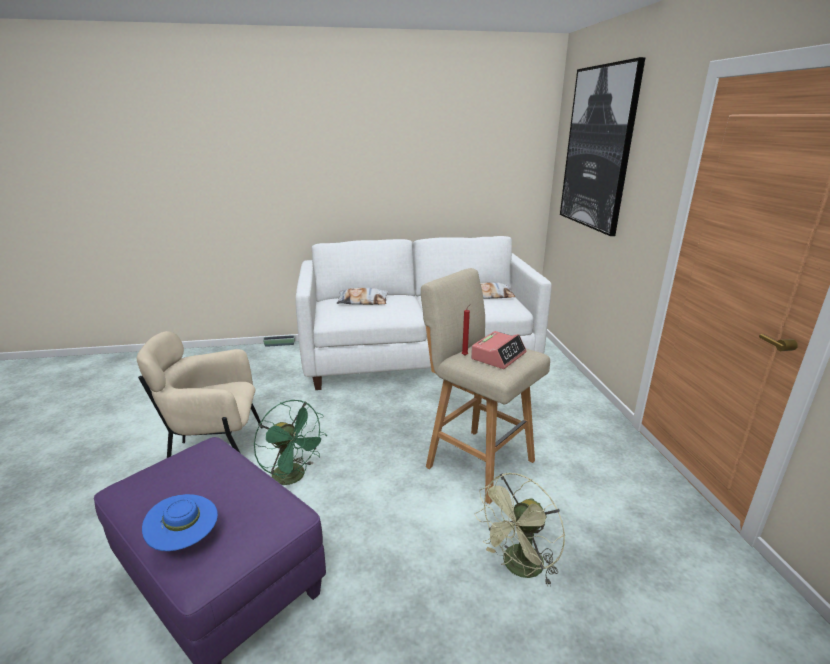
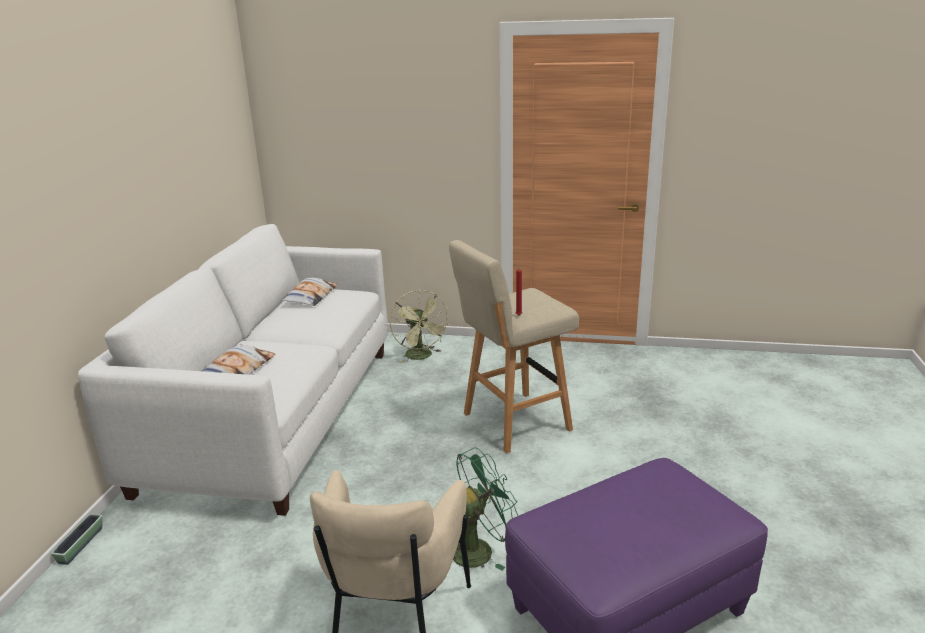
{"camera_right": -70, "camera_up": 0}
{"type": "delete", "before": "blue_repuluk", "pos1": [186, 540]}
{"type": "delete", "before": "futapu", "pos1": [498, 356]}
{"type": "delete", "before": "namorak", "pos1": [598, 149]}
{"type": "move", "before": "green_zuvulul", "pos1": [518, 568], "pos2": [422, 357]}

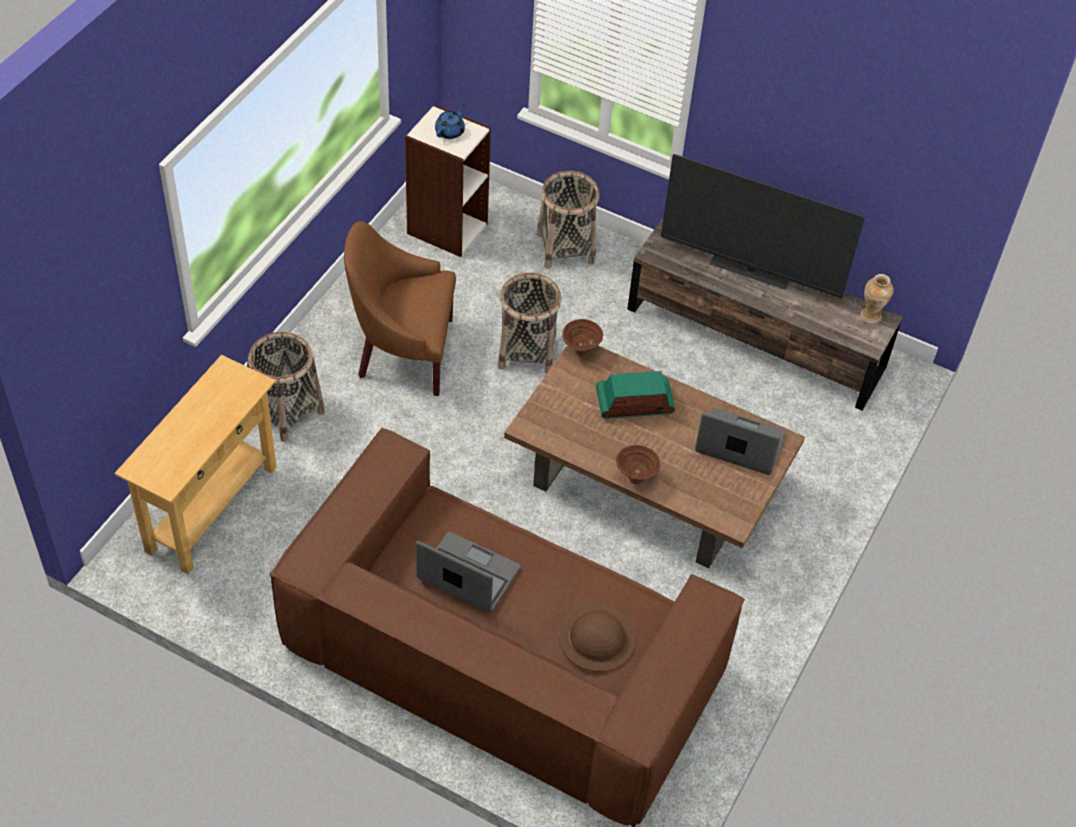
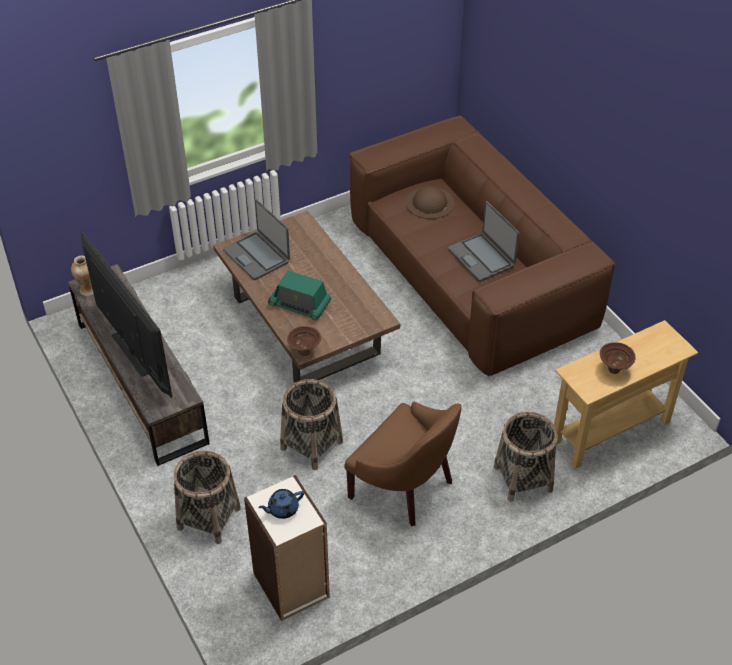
{"camera_right": -145, "camera_up": -5}
{"type": "move", "before": "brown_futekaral", "pos1": [634, 478], "pos2": [614, 370]}

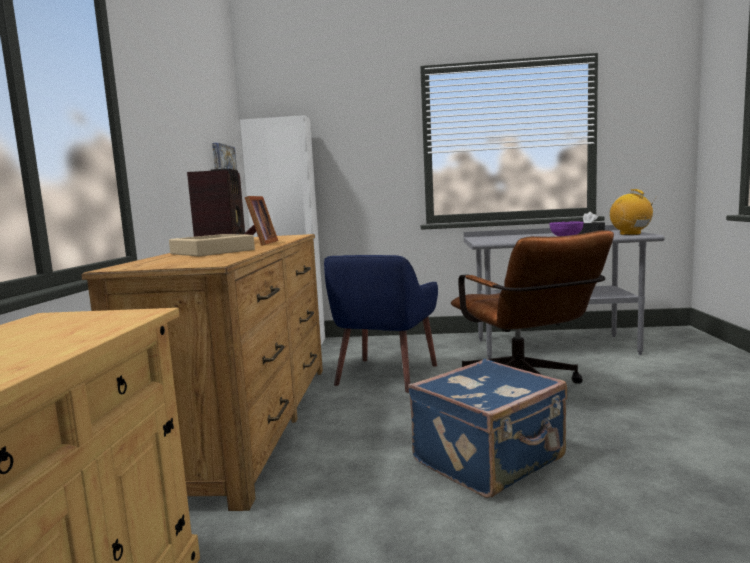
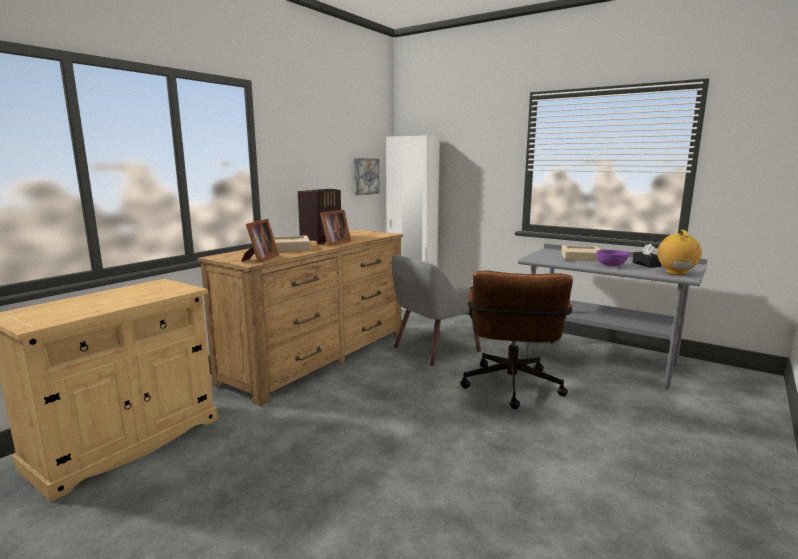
{"camera_right": 30, "camera_up": 5}
{"type": "delete", "before": "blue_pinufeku", "pos1": [490, 460]}
{"type": "insert", "after": "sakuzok", "pos2": [260, 259]}
{"type": "insert", "after": "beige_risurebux", "pos2": [581, 257]}
{"type": "recolor", "before": "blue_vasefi", "after": "grey_vasefi", "pos1": [385, 375], "pos2": [435, 349]}

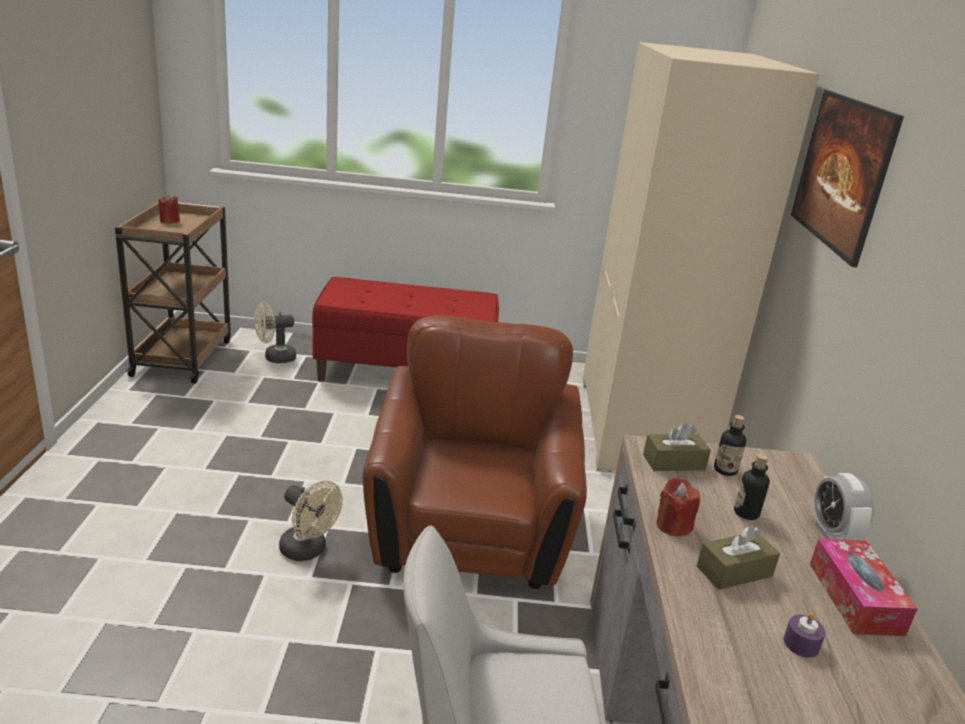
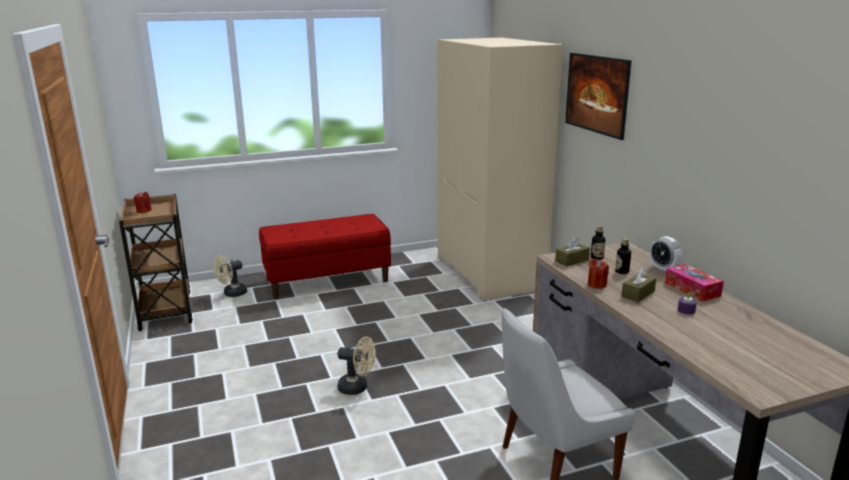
{"camera_right": -20, "camera_up": -5}
{"type": "delete", "before": "brown_vasefi", "pos1": [470, 530]}

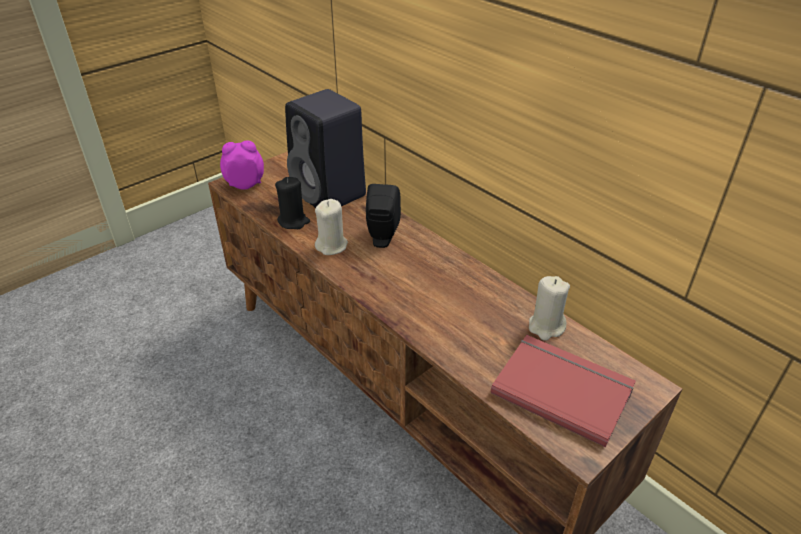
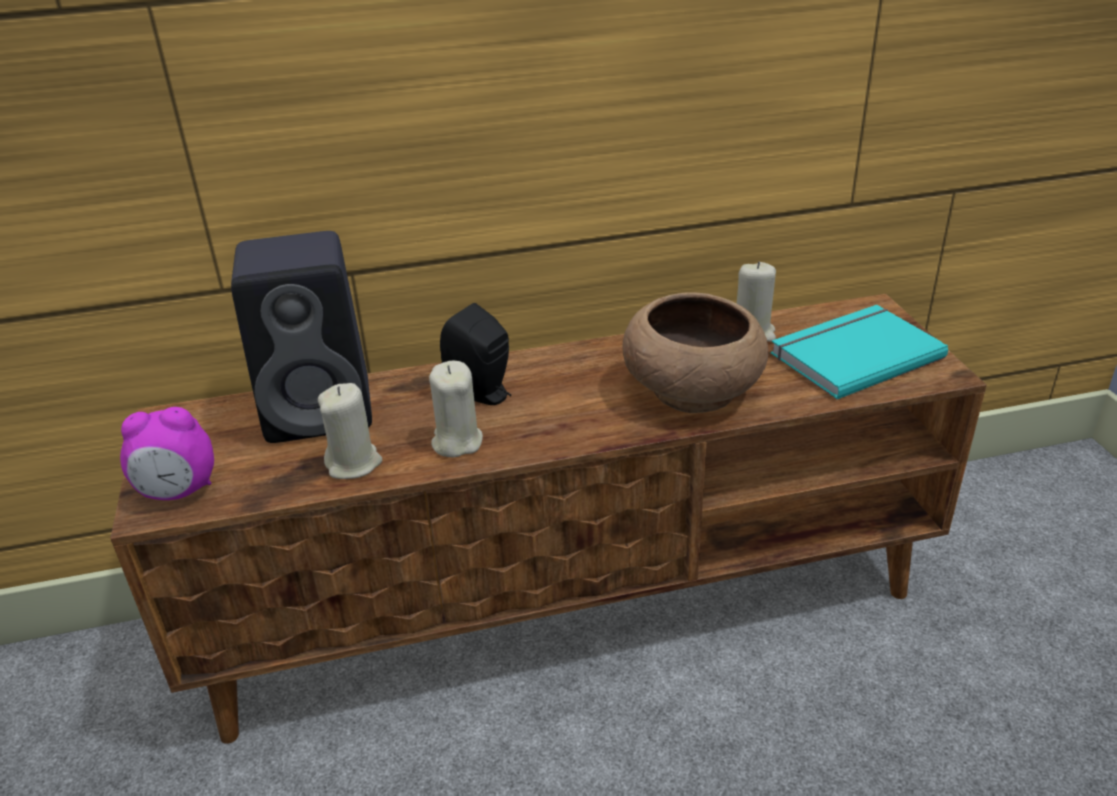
{"camera_right": -60, "camera_up": -5}
{"type": "insert", "after": "brown_futekaral", "pos2": [693, 390]}
{"type": "recolor", "before": "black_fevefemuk", "after": "beige_fevefemuk", "pos1": [293, 221], "pos2": [354, 463]}
{"type": "recolor", "before": "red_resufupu", "after": "turquoise_resufupu", "pos1": [562, 388], "pos2": [852, 354]}
{"type": "rotate", "before": "futapu", "pos1": [245, 184], "pos2": [179, 492], "turn": -120}

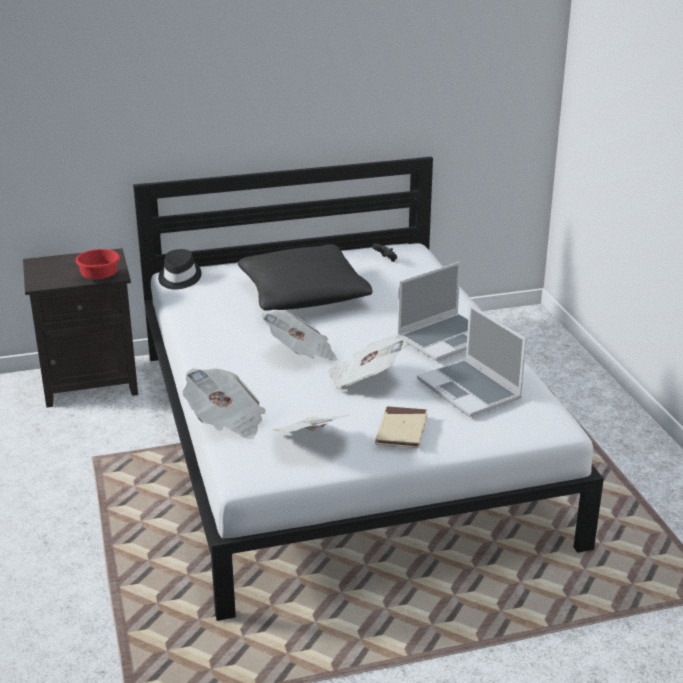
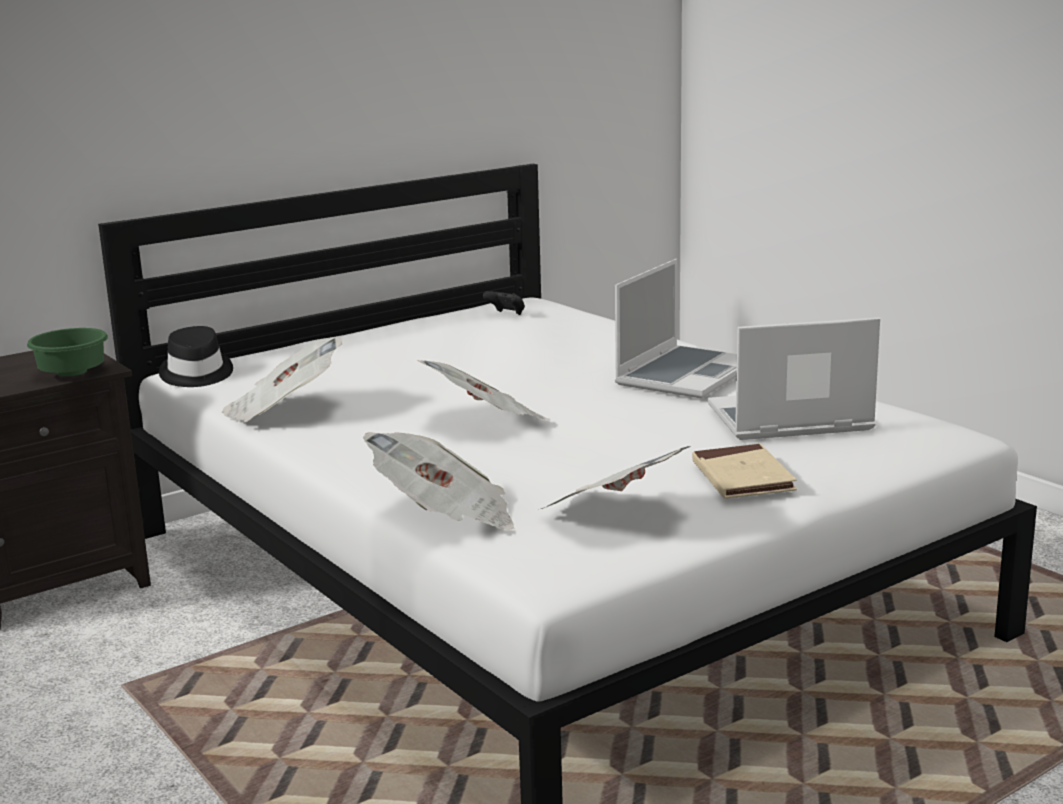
{"camera_right": -20, "camera_up": -10}
{"type": "delete", "before": "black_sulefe", "pos1": [303, 296]}
{"type": "move", "before": "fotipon", "pos1": [364, 379], "pos2": [283, 411]}
{"type": "recolor", "before": "red_futekaral", "after": "green_futekaral", "pos1": [99, 276], "pos2": [72, 373]}
{"type": "rotate", "before": "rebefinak", "pos1": [470, 390], "pos2": [787, 420], "turn": 135}

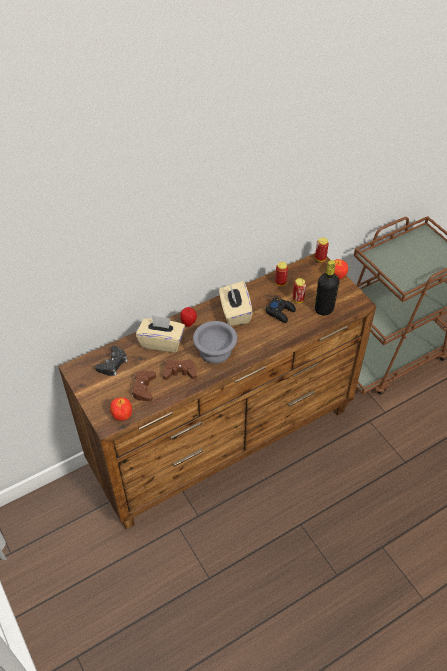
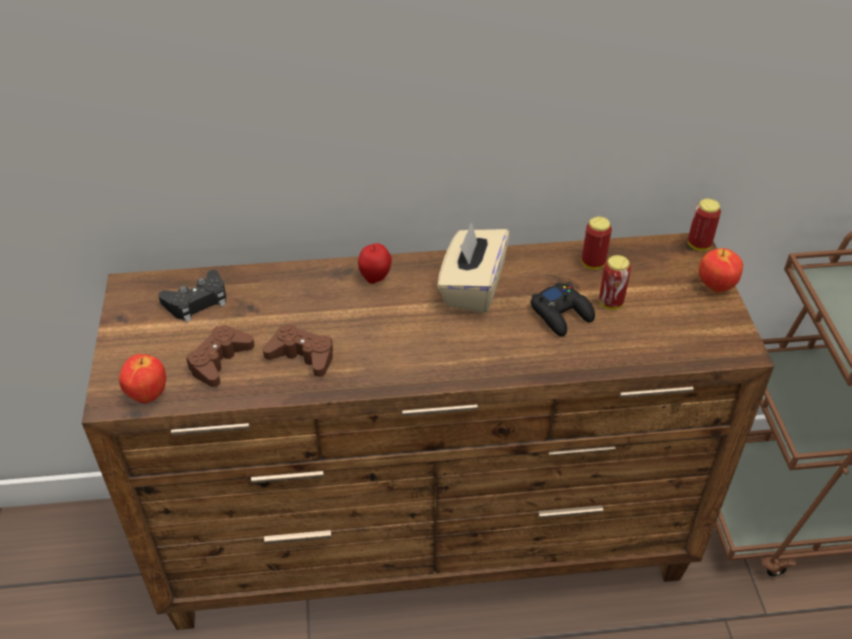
{"camera_right": 25, "camera_up": -5}
{"type": "delete", "before": "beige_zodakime", "pos1": [162, 342]}
{"type": "delete", "before": "grey_futekaral", "pos1": [214, 352]}
{"type": "delete", "before": "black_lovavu", "pos1": [324, 309]}

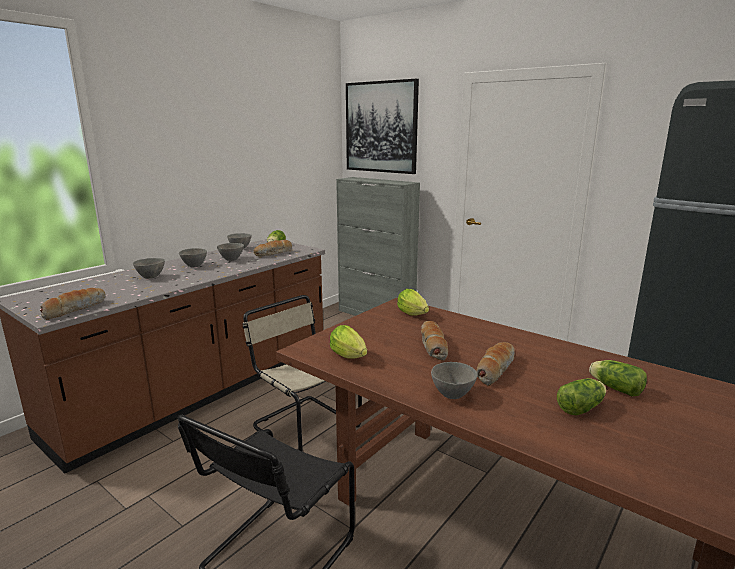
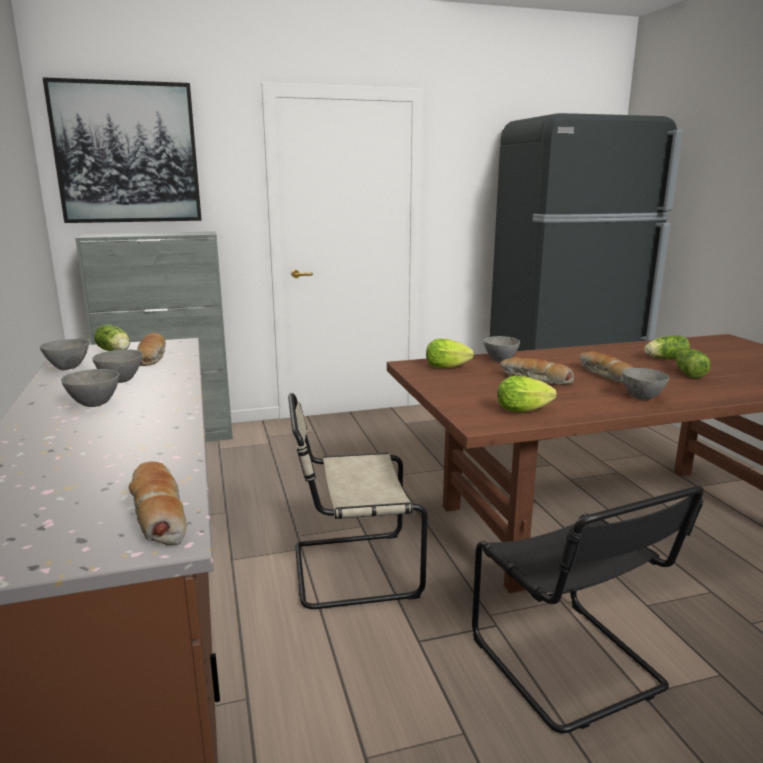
{"camera_right": -55, "camera_up": 0}
{"type": "move", "before": "grey_futekaral", "pos1": [151, 277], "pos2": [500, 360]}

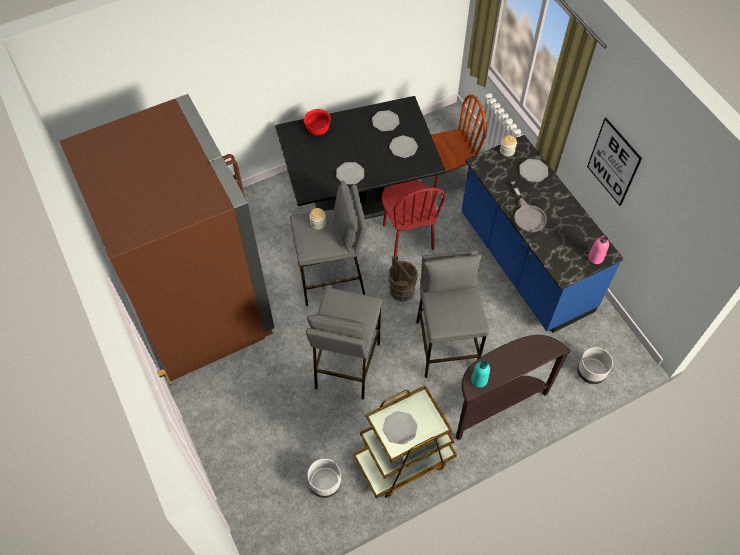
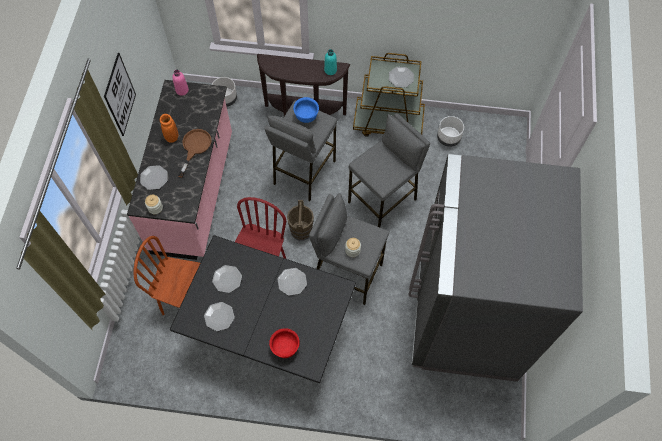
{"camera_right": -145, "camera_up": 5}
{"type": "insert", "after": "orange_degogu", "pos2": [172, 137]}
{"type": "insert", "after": "blue_futekaral", "pos2": [306, 117]}
{"type": "recolor", "before": "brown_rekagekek", "after": "grey_rekagekek", "pos1": [200, 307], "pos2": [466, 316]}
{"type": "recolor", "before": "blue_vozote", "after": "pink_vozote", "pos1": [524, 264], "pos2": [195, 193]}
{"type": "recolor", "before": "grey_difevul", "after": "brown_difevul", "pos1": [527, 214], "pos2": [195, 147]}

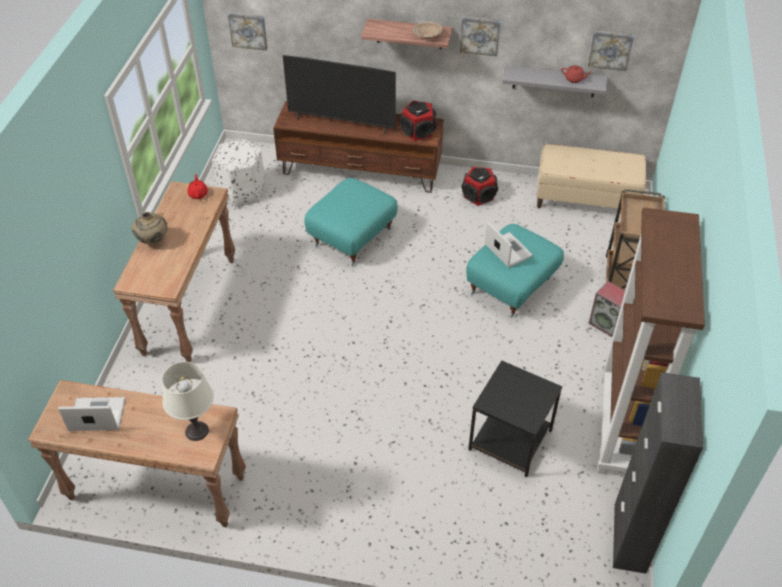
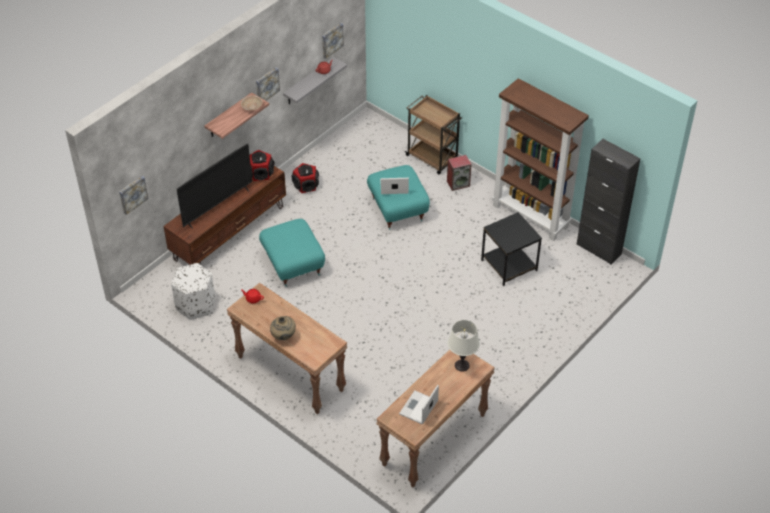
{"camera_right": -60, "camera_up": 0}
{"type": "delete", "before": "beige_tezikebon", "pos1": [586, 200]}

